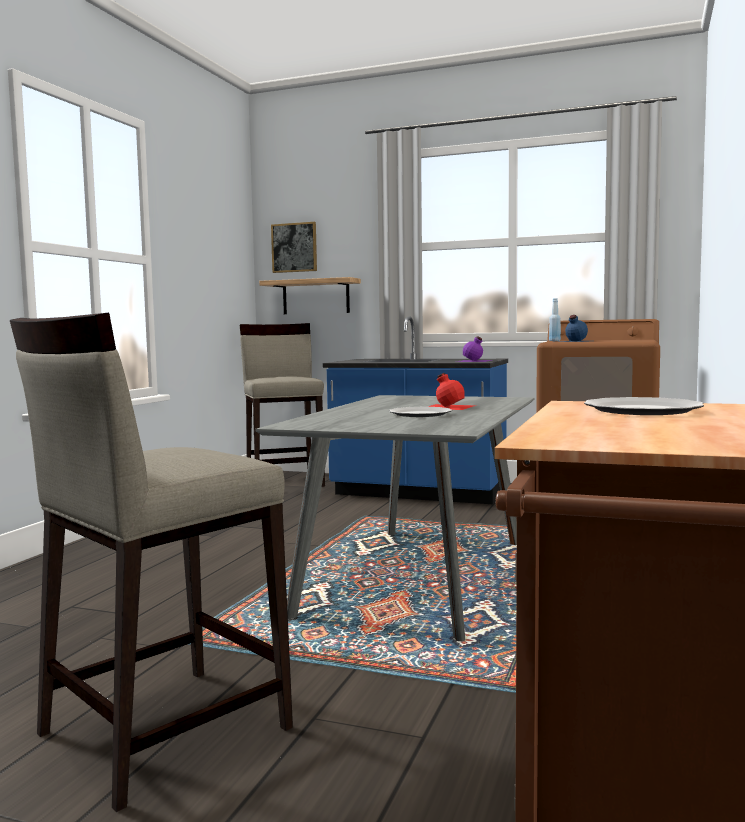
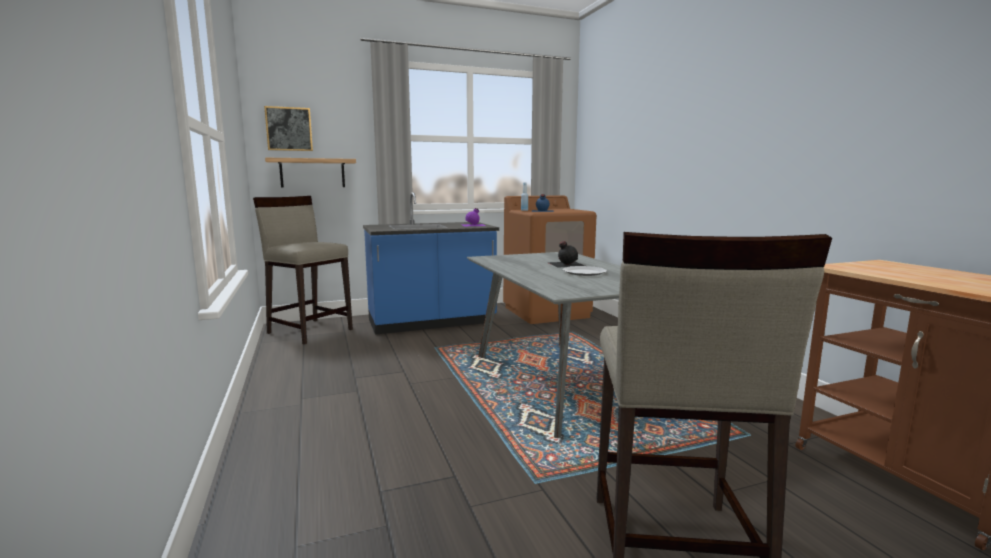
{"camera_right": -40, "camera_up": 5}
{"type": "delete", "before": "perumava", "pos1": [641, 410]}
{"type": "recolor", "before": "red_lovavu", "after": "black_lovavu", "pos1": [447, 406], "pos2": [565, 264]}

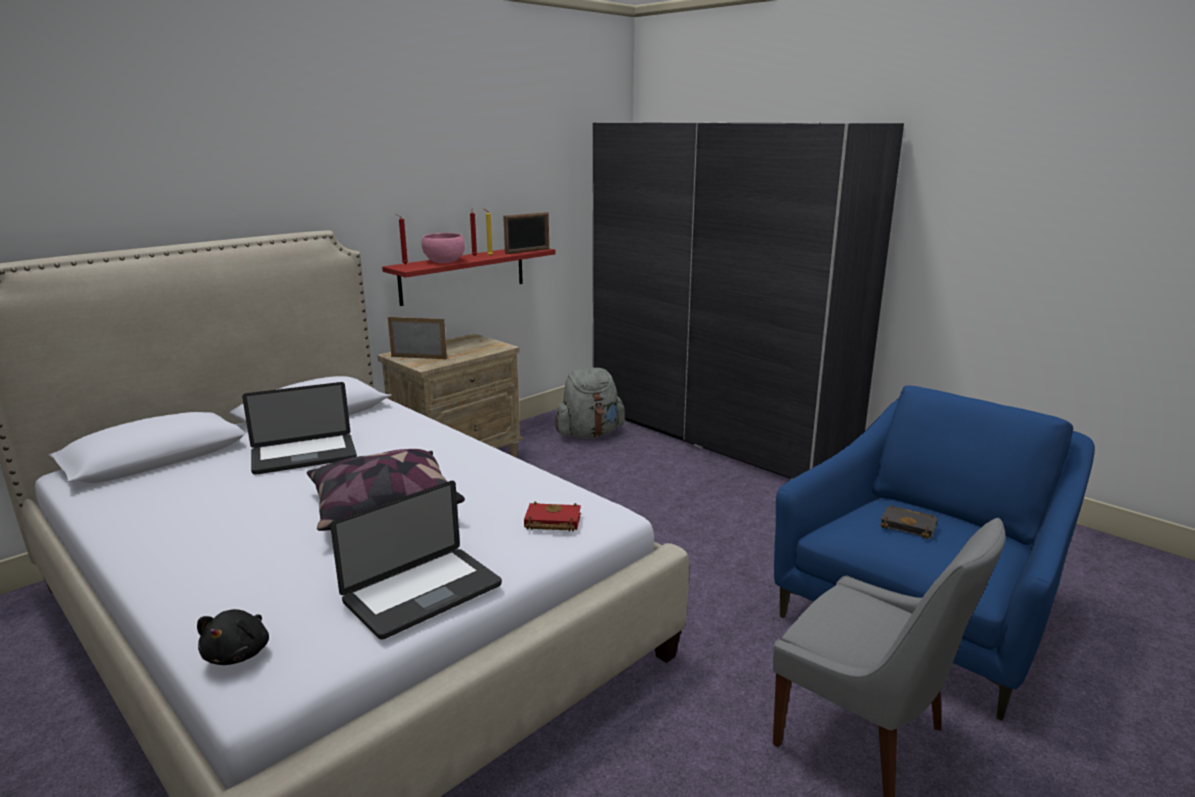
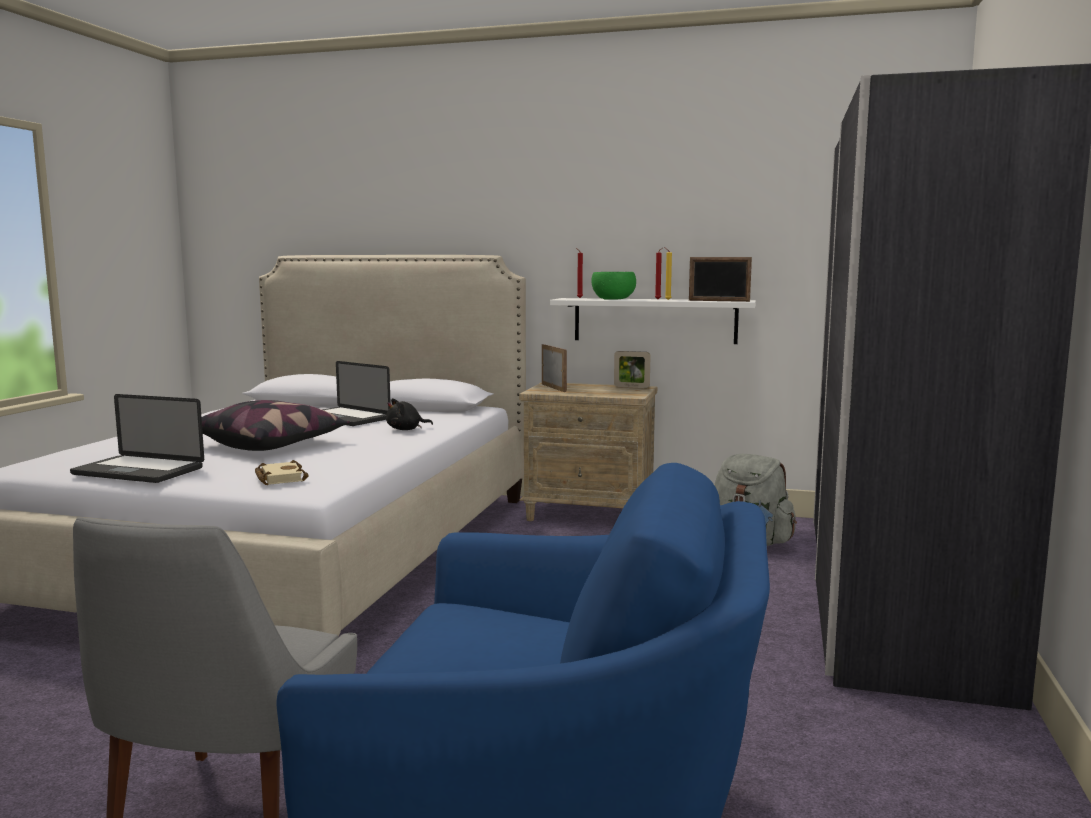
{"camera_right": 60, "camera_up": -10}
{"type": "delete", "before": "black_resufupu", "pos1": [909, 526]}
{"type": "insert", "after": "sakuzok", "pos2": [631, 387]}
{"type": "move", "before": "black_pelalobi", "pos1": [239, 653], "pos2": [406, 429]}
{"type": "recolor", "before": "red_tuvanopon", "after": "white_tuvanopon", "pos1": [463, 274], "pos2": [654, 320]}
{"type": "recolor", "before": "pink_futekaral", "after": "green_futekaral", "pos1": [444, 261], "pos2": [613, 299]}
{"type": "recolor", "before": "red_resufupu", "after": "beige_resufupu", "pos1": [551, 522], "pos2": [279, 478]}

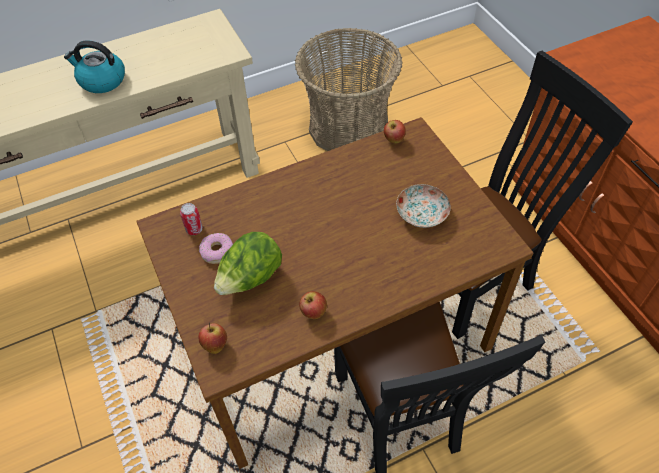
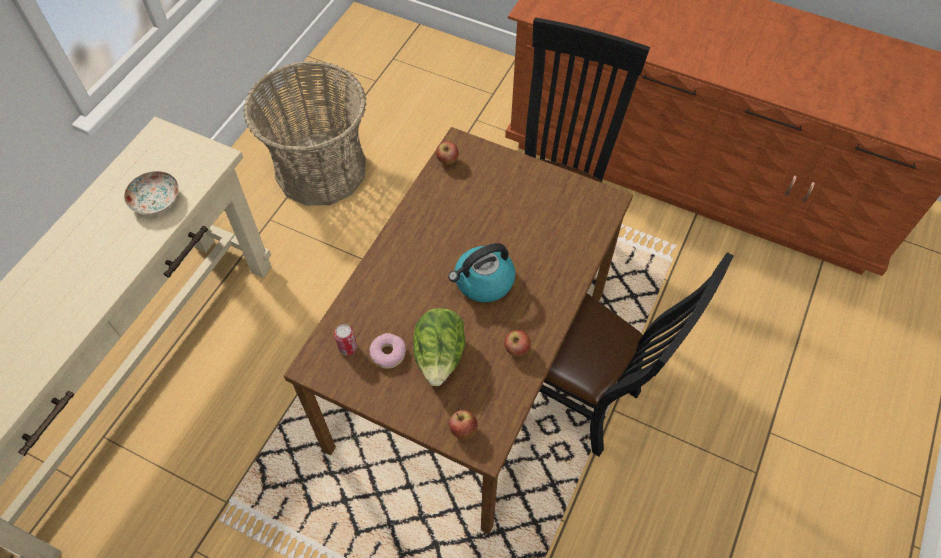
{"camera_right": -40, "camera_up": 5}
{"type": "move", "before": "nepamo", "pos1": [101, 81], "pos2": [483, 282]}
{"type": "move", "before": "perumava", "pos1": [422, 214], "pos2": [156, 200]}

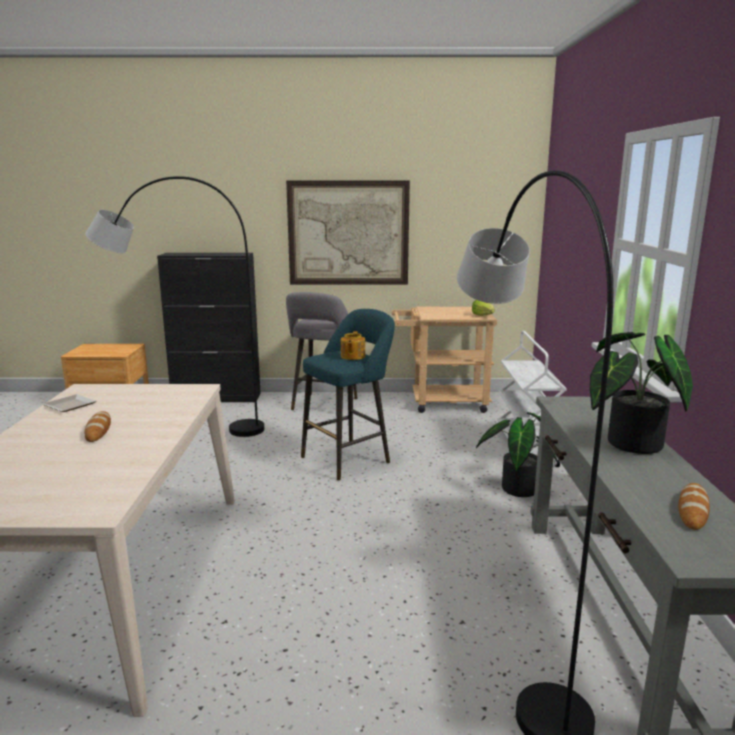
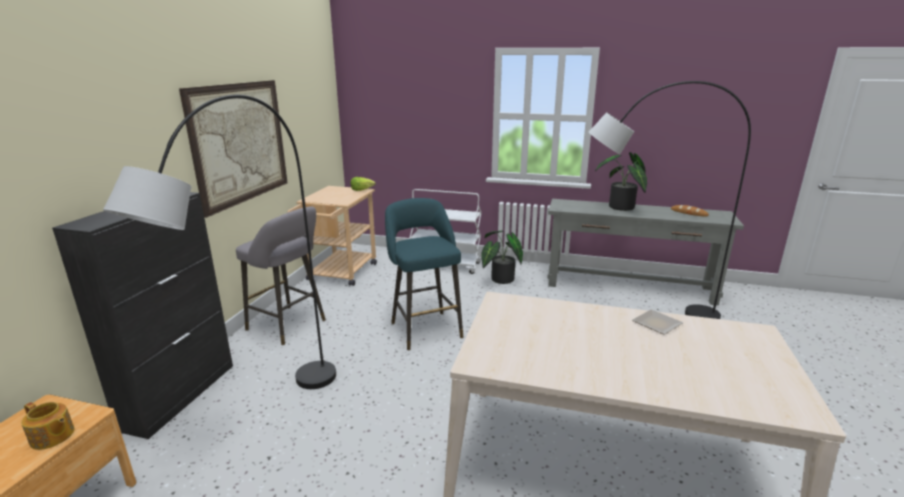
{"camera_right": -75, "camera_up": 5}
{"type": "delete", "before": "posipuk", "pos1": [98, 430]}
{"type": "move", "before": "perumava", "pos1": [69, 406], "pos2": [658, 324]}
{"type": "move", "before": "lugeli", "pos1": [352, 356], "pos2": [52, 437]}

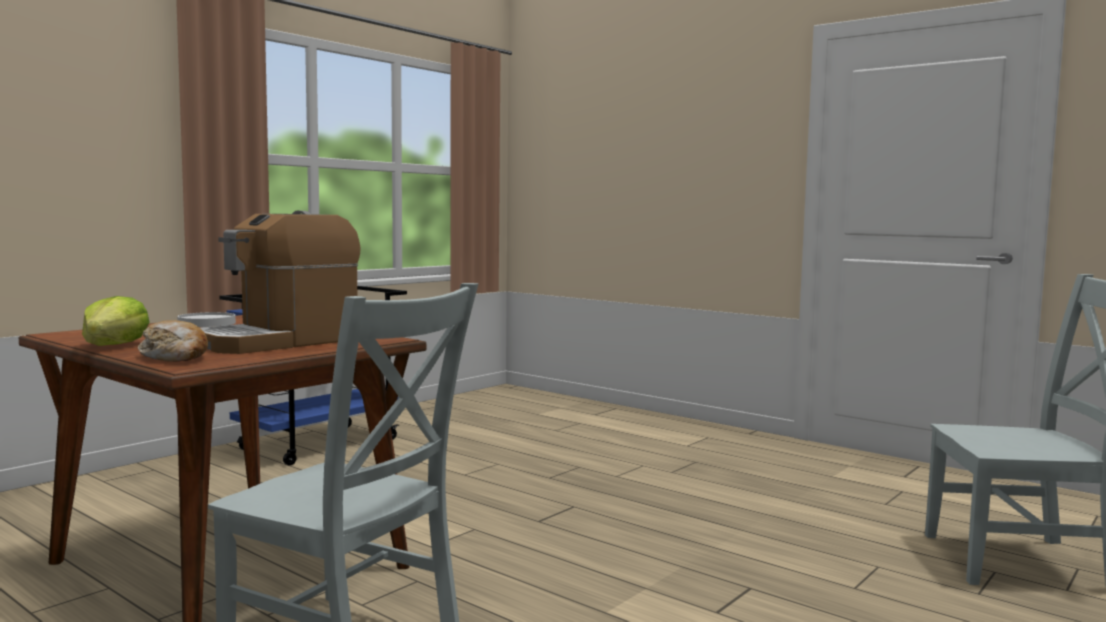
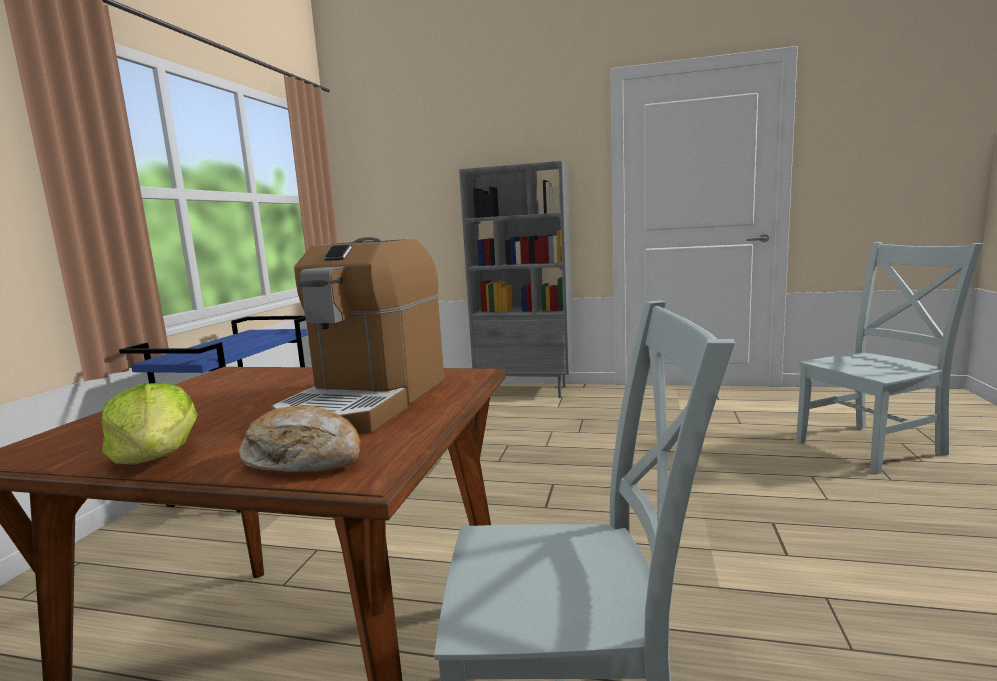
{"camera_right": -25, "camera_up": 5}
{"type": "delete", "before": "white_perumava", "pos1": [207, 323]}
{"type": "insert", "after": "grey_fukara", "pos2": [526, 391]}

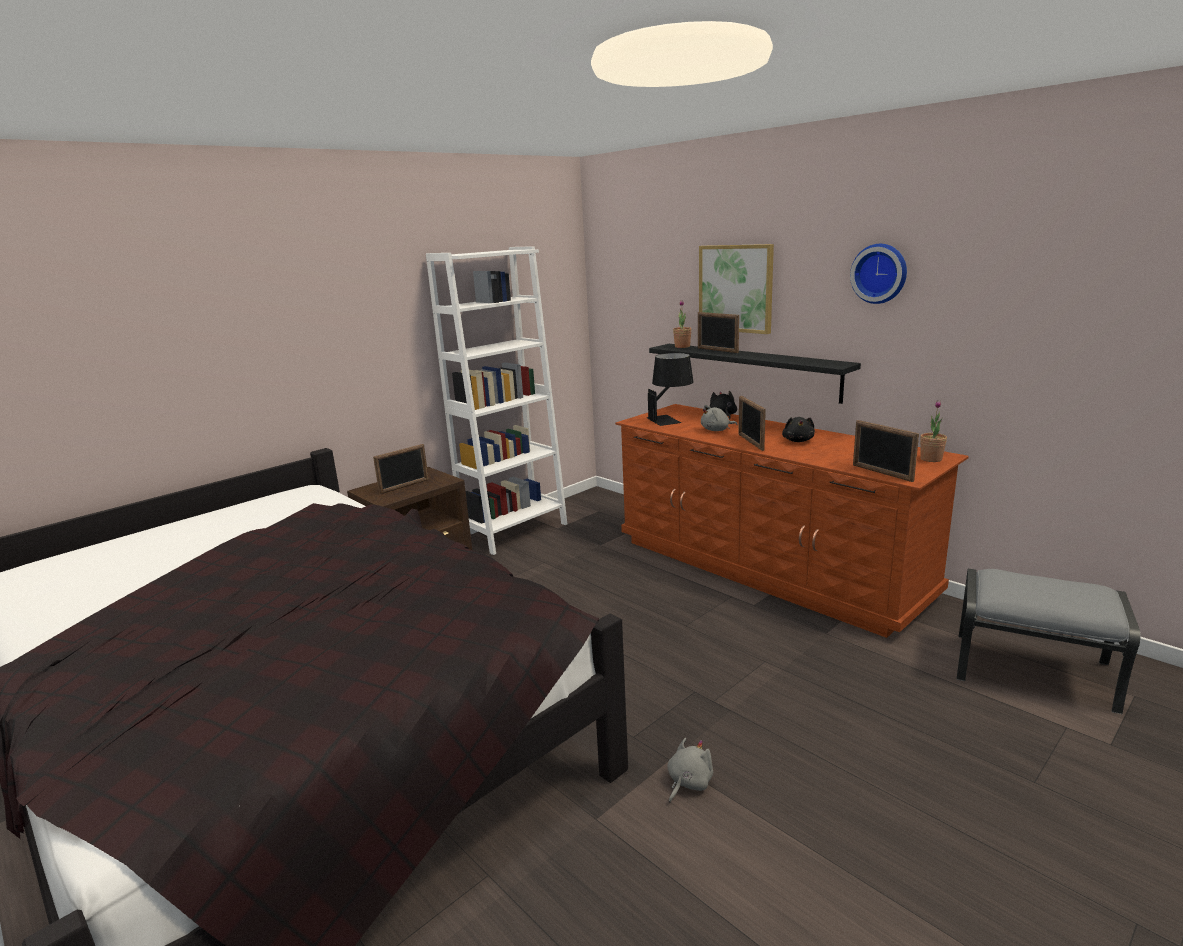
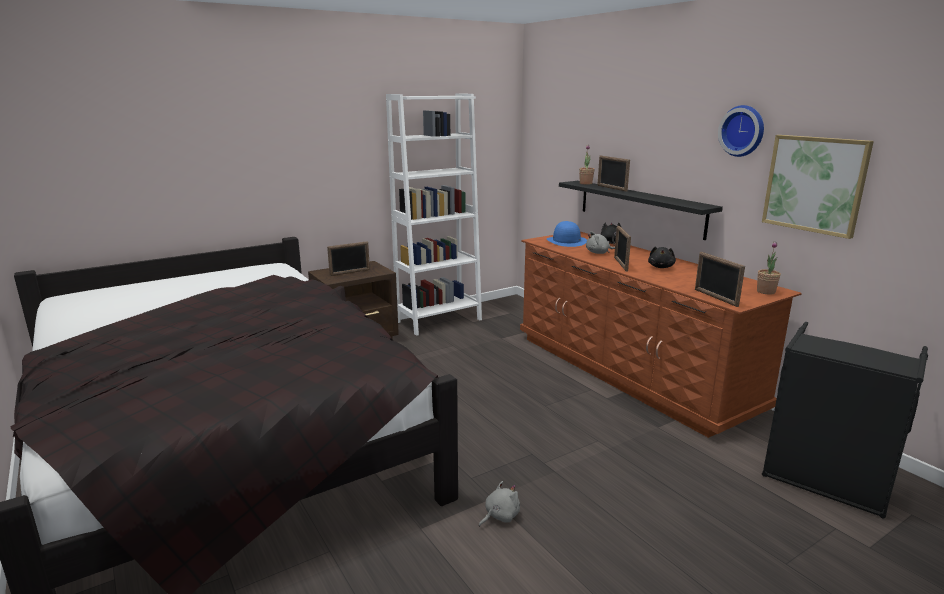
{"camera_right": 10, "camera_up": 0}
{"type": "move", "before": "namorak", "pos1": [736, 288], "pos2": [814, 184]}
{"type": "replace", "before": "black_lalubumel", "after": "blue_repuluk", "pos1": [670, 419], "pos2": [566, 241]}
{"type": "replace", "before": "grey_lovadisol", "after": "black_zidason", "pos1": [1031, 672], "pos2": [825, 482]}

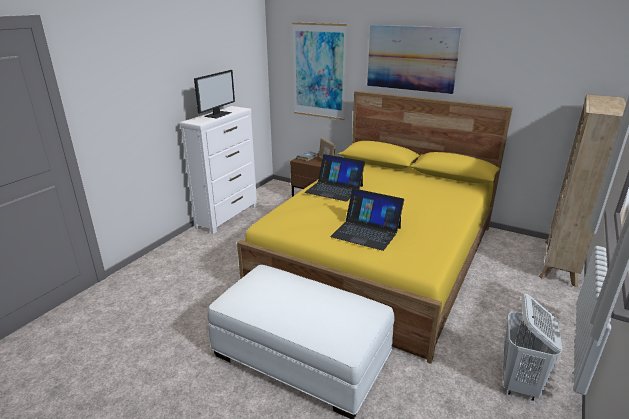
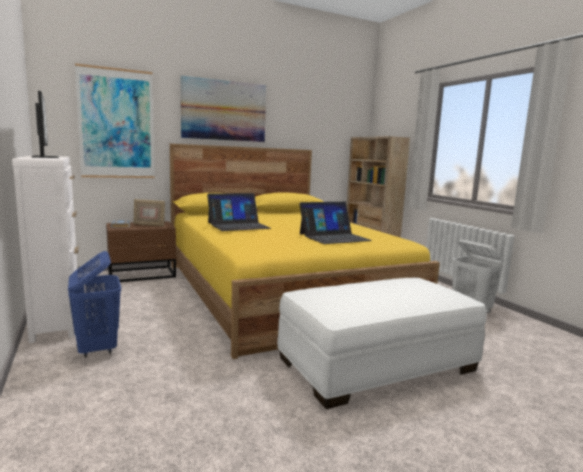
{"camera_right": -55, "camera_up": -15}
{"type": "insert", "after": "blue_zidason", "pos2": [97, 348]}

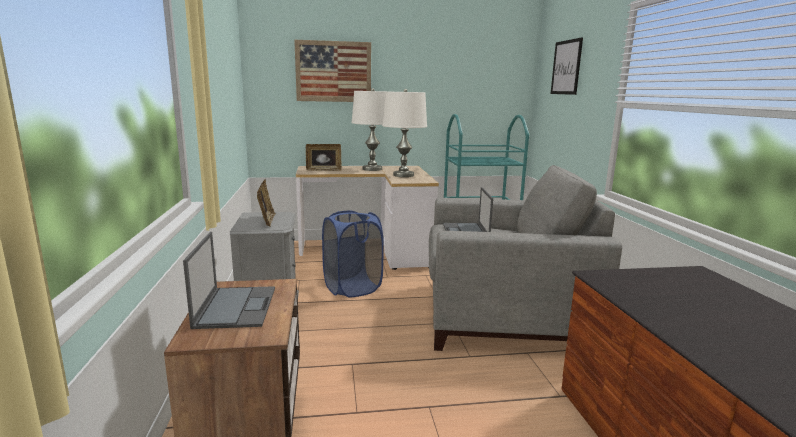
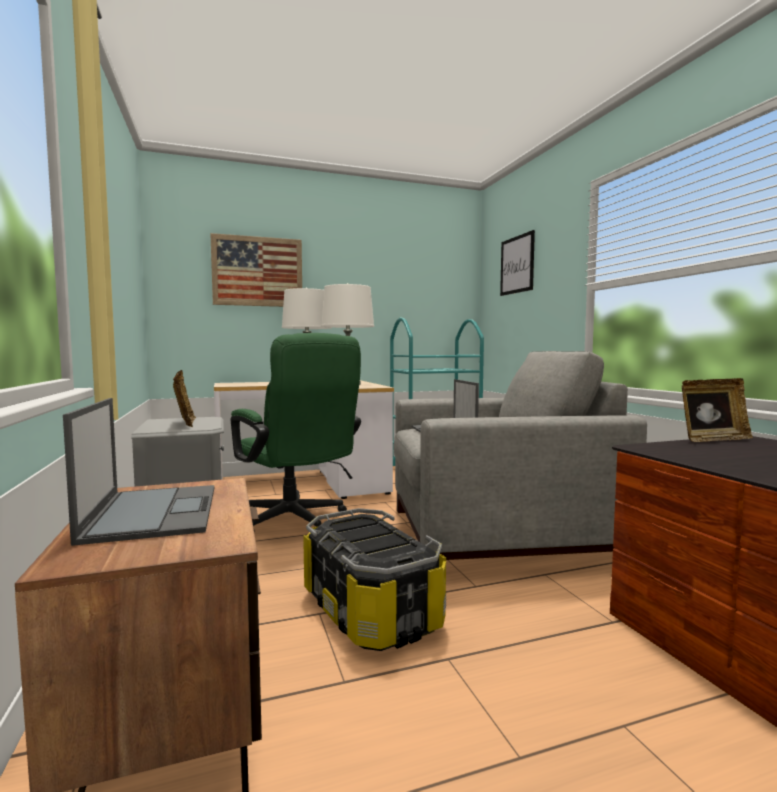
{"camera_right": -10, "camera_up": -10}
{"type": "insert", "after": "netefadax", "pos2": [372, 610]}
{"type": "move", "before": "sakuzok", "pos1": [324, 170], "pos2": [713, 439]}
{"type": "replace", "before": "blue_zidason", "after": "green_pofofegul", "pos1": [352, 288], "pos2": [296, 522]}

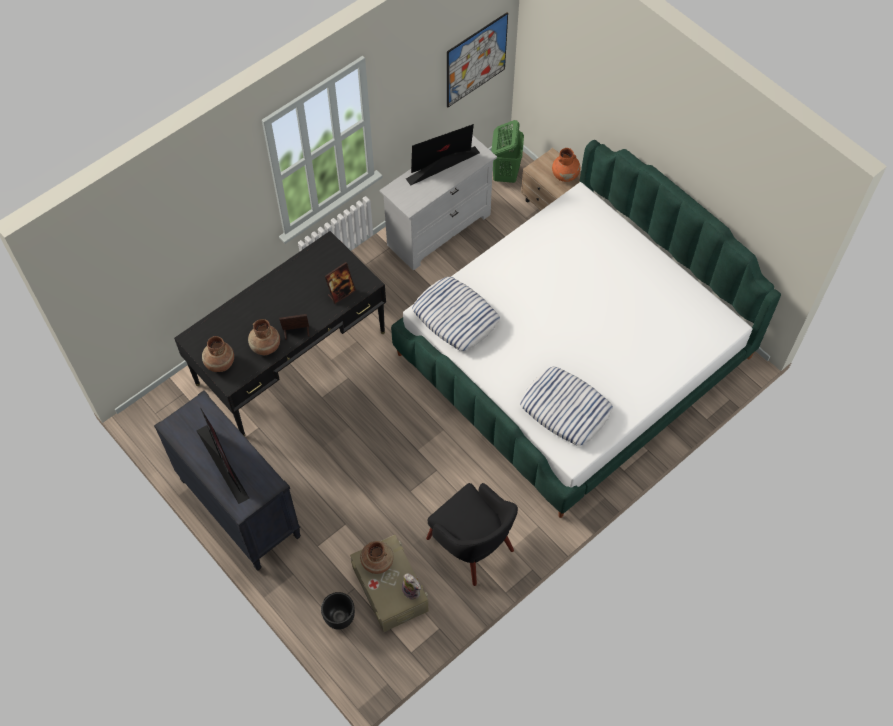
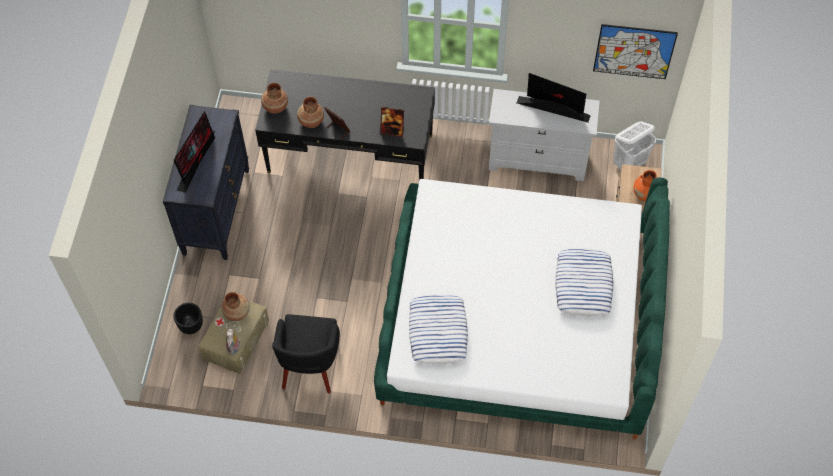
{"camera_right": 50, "camera_up": 0}
{"type": "move", "before": "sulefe", "pos1": [456, 317], "pos2": [583, 285]}
{"type": "recolor", "before": "green_zidason", "after": "white_zidason", "pos1": [505, 173], "pos2": [629, 163]}

